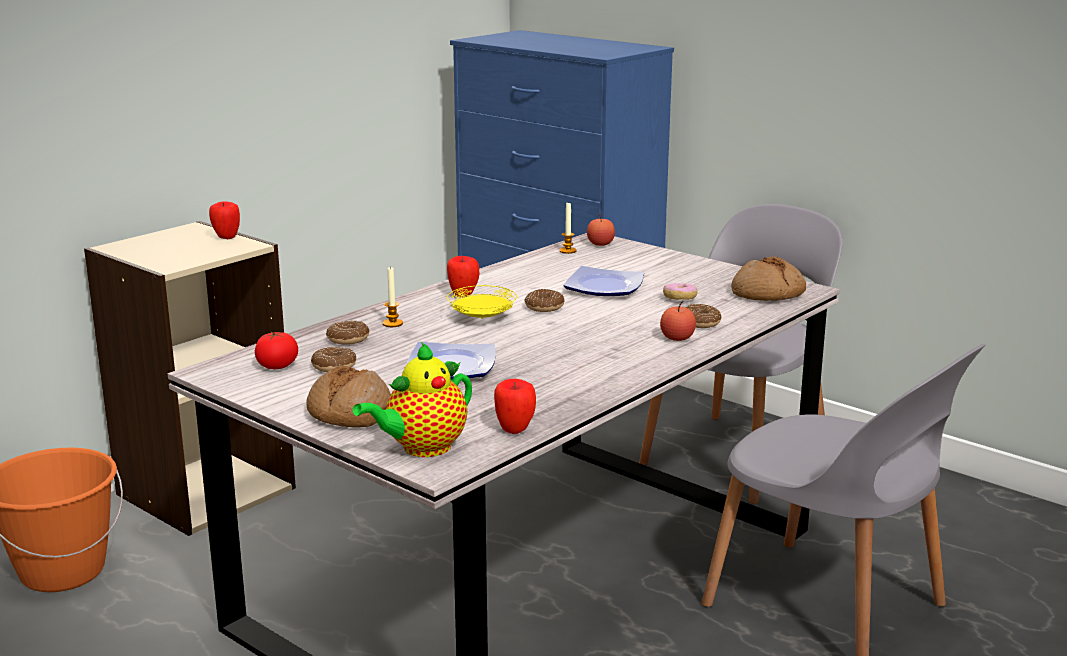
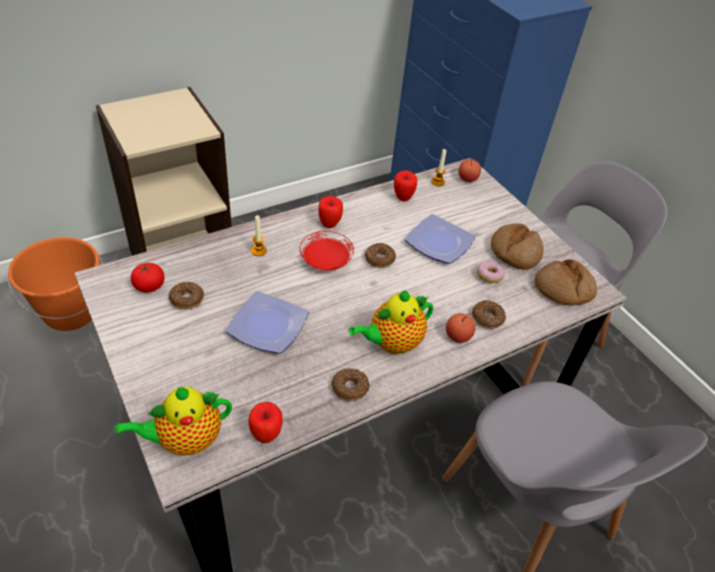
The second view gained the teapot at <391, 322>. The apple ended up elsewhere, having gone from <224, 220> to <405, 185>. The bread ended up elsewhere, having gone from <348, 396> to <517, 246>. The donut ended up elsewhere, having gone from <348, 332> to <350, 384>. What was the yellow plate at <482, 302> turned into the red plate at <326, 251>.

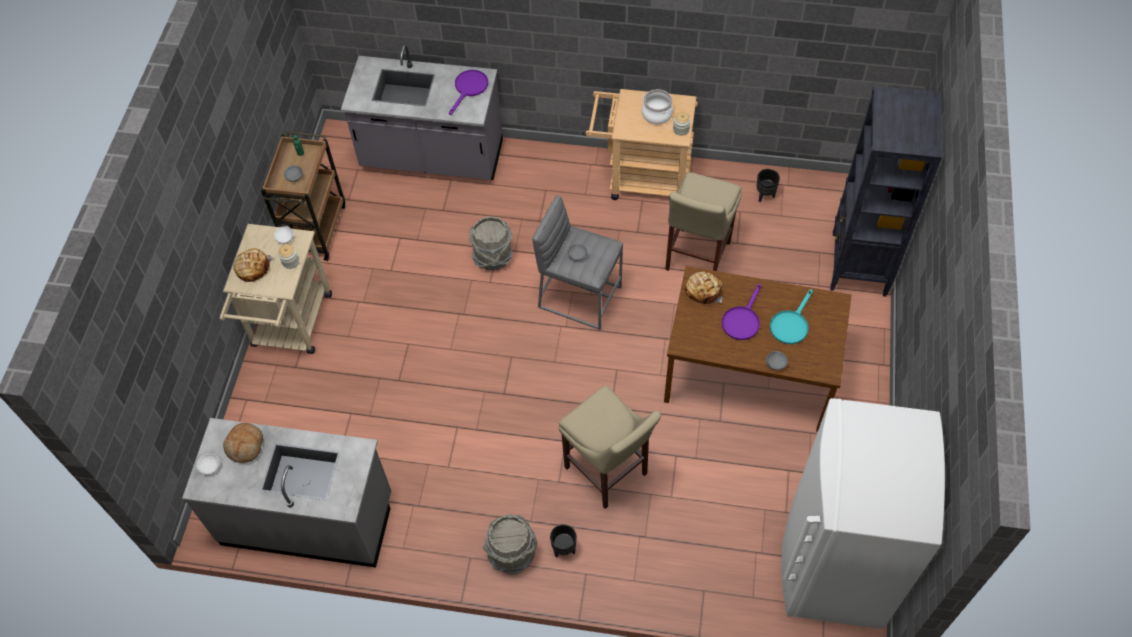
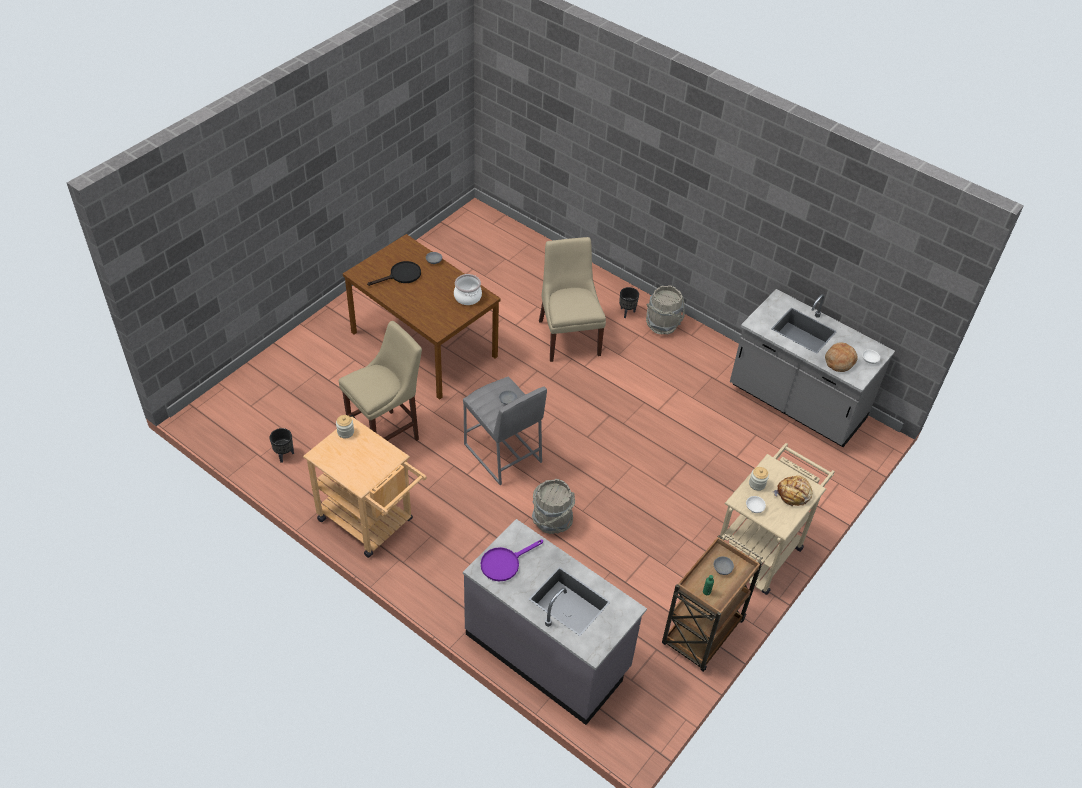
The second view lost the bread at <704, 288>. The second view lost the purple frying pan at <741, 312>. The second view lost the white fridge at <863, 513>. The second view lost the black bookcase at <886, 191>. The cooking pot ended up elsewhere, having gone from <657, 107> to <468, 289>. Where the beige stool stood at <610, 447>, the beige chair came to stand at <572, 299>. What was the turquoise frying pan at <791, 316> turned into the black frying pan at <394, 273>.

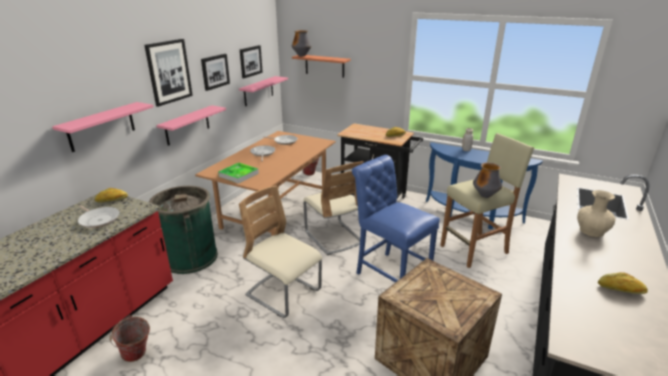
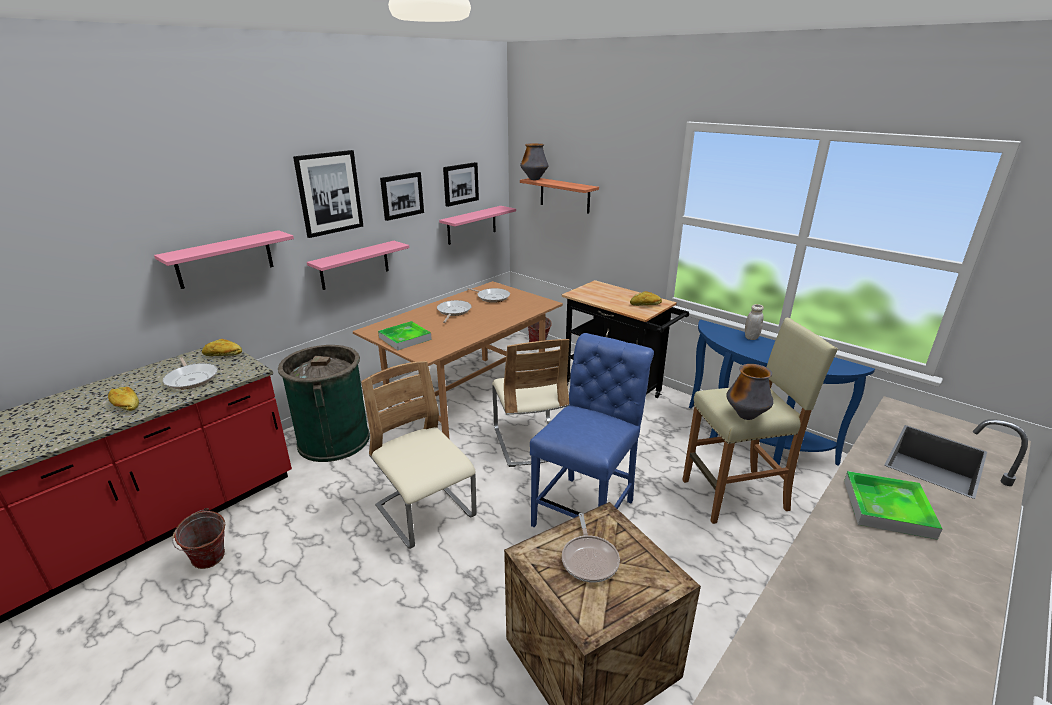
The second view gained the frying pan at <591, 548>. The bread ended up elsewhere, having gone from <623, 283> to <123, 399>. Where the beige vase stood at <596, 213>, the tray came to stand at <893, 505>. The blue chair at <396, 219> ended up facing another way, 60 degrees clockwise from before.

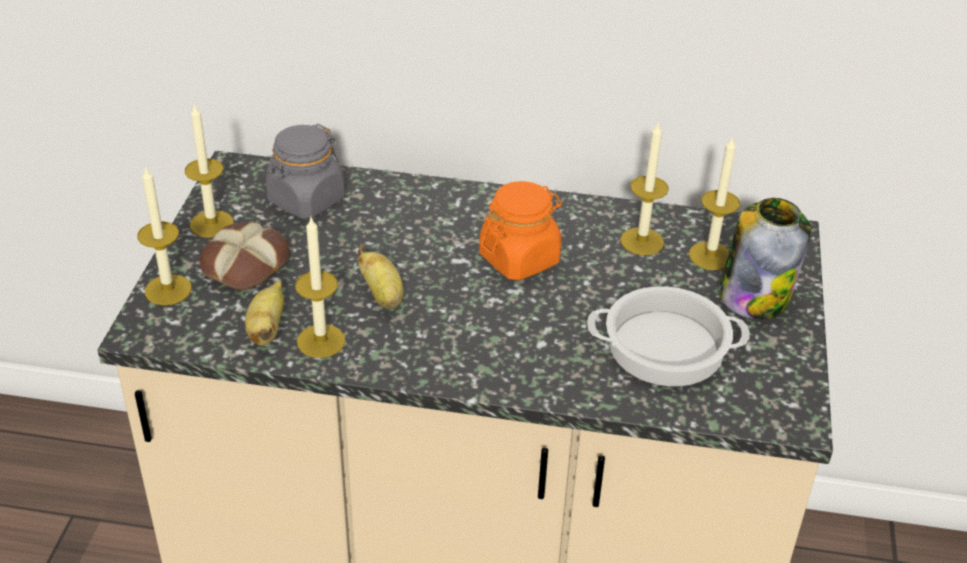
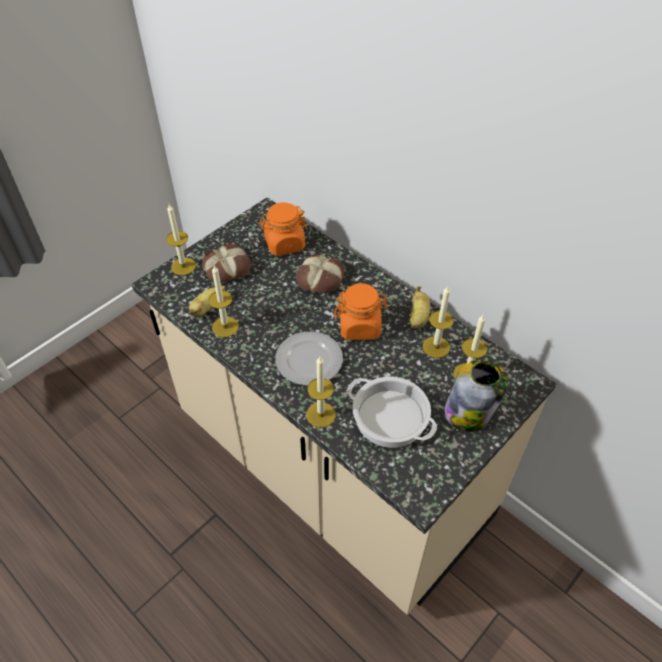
The second view gained the plate at <309, 359>. The second view gained the bread at <320, 274>. The candle ended up elsewhere, having gone from <209, 170> to <321, 392>. The banana ended up elsewhere, having gone from <381, 276> to <420, 307>. What was the grey jar at <305, 171> turned into the orange jar at <283, 229>.

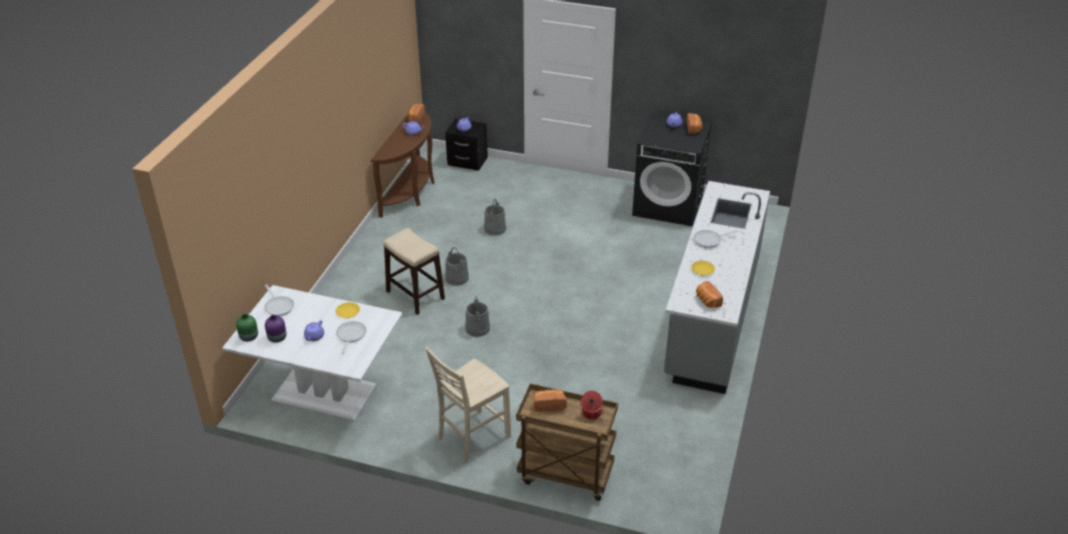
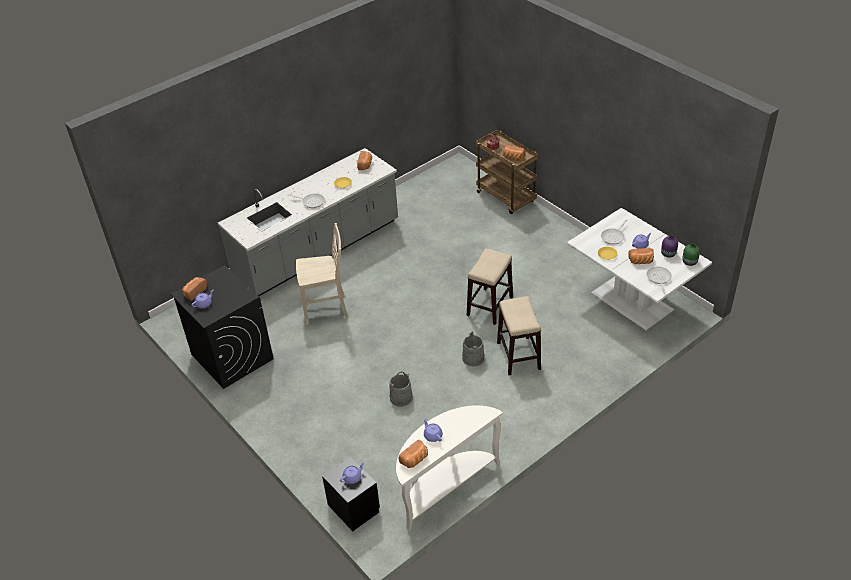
The second view gained the bread at <641, 256>. The beige chair ended up elsewhere, having gone from <468, 405> to <322, 274>. Where the grey bucket stood at <477, 316>, the stool came to stand at <490, 287>. What was the brown console table at <402, 164> turned into the white console table at <449, 468>.

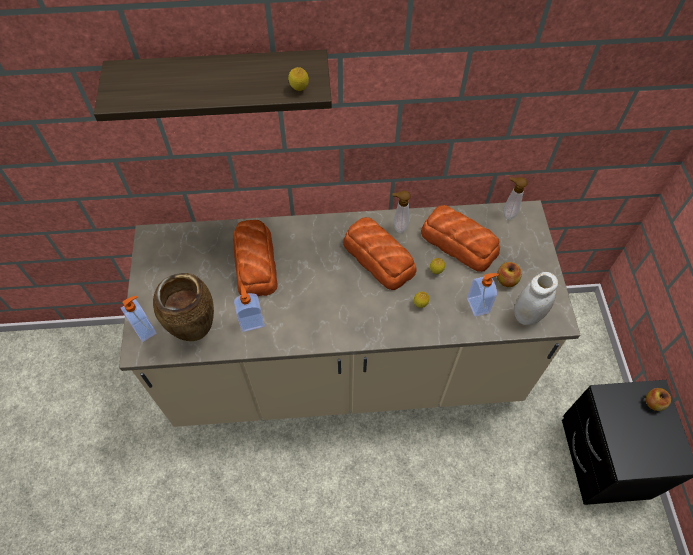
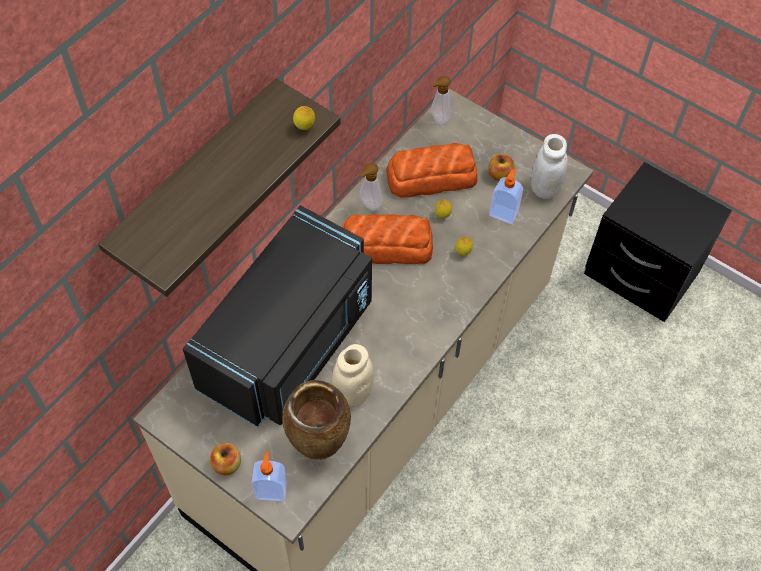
The apple ended up elsewhere, having gone from <658, 399> to <225, 459>. Where the bread stood at <255, 258>, the black microwave came to stand at <277, 316>. Where the soap dispenser stood at <249, 309>, the beige jar came to stand at <353, 375>.

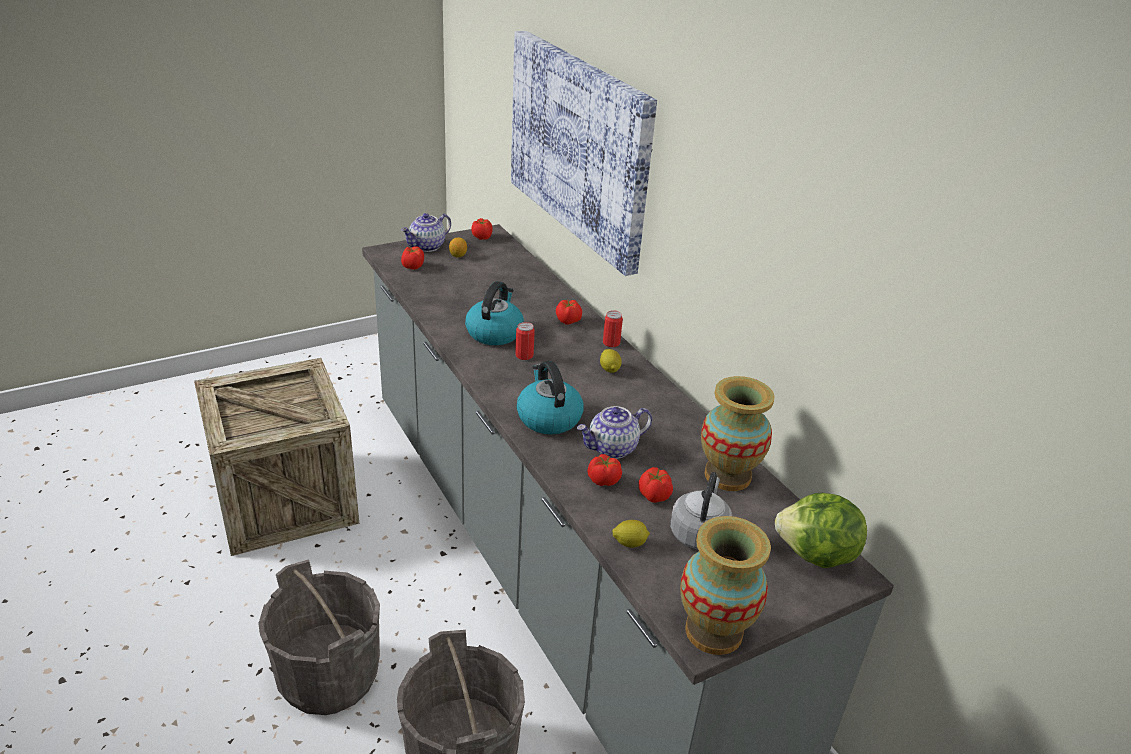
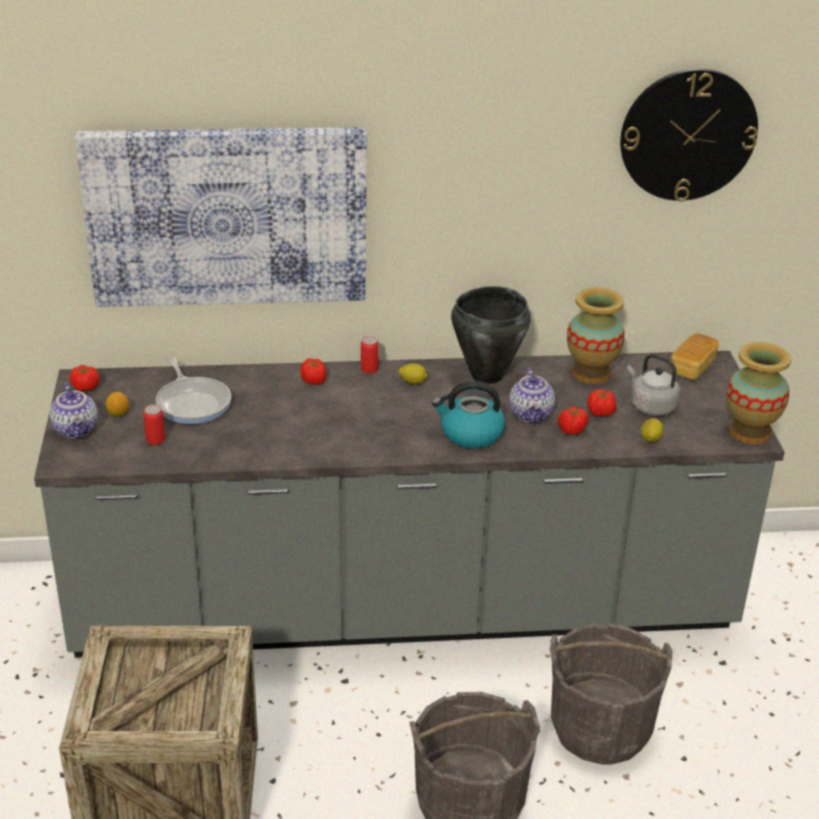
The second view lost the tomato at <412, 258>. The second view lost the kettle at <494, 313>. The second view gained the frying pan at <193, 391>. The second view gained the black cooking pot at <491, 335>. The second view gained the wall clock at <689, 135>. The can ended up elsewhere, having gone from <525, 341> to <154, 424>. Where the lettuce stood at <821, 530>, the bread came to stand at <695, 356>.

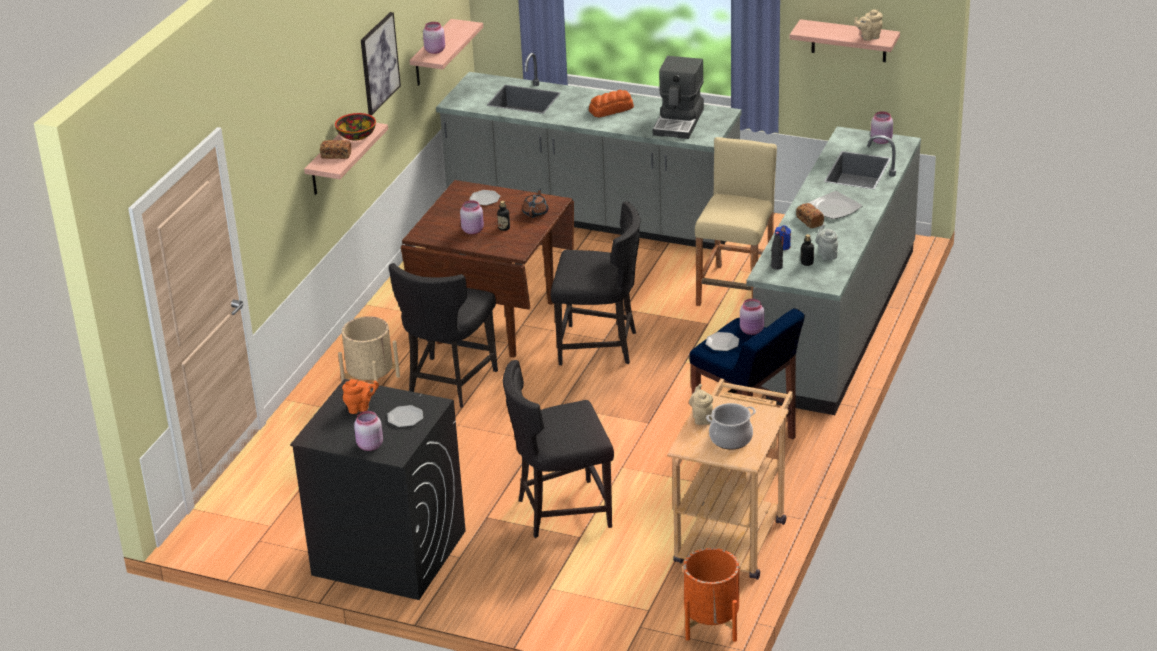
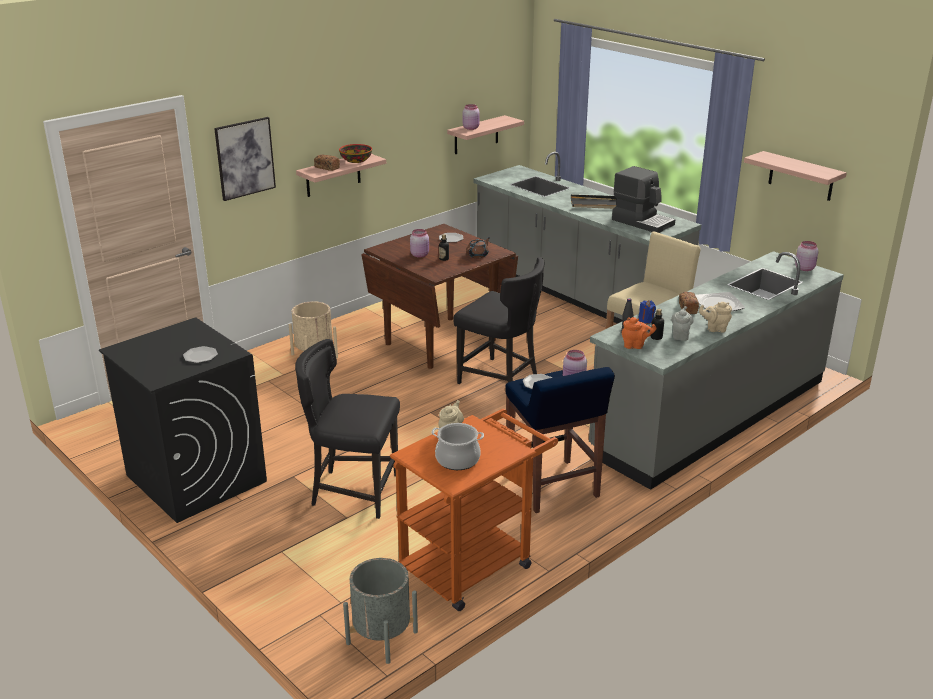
The second view lost the pink jar at <368, 431>. The second view lost the black chair at <443, 335>. The orange teapot ended up elsewhere, having gone from <360, 396> to <639, 333>. The picture ended up elsewhere, having gone from <381, 63> to <245, 159>. The beige teapot ended up elsewhere, having gone from <868, 25> to <715, 317>. Where the bread stood at <611, 103>, the black tray came to stand at <594, 202>. What was the beige cart at <730, 479> turned into the orange cart at <474, 510>. What was the orange planter at <711, 595> turned into the grey planter at <380, 611>. The coffee machine at <678, 97> ended up facing another way, 90 degrees counterclockwise from before.

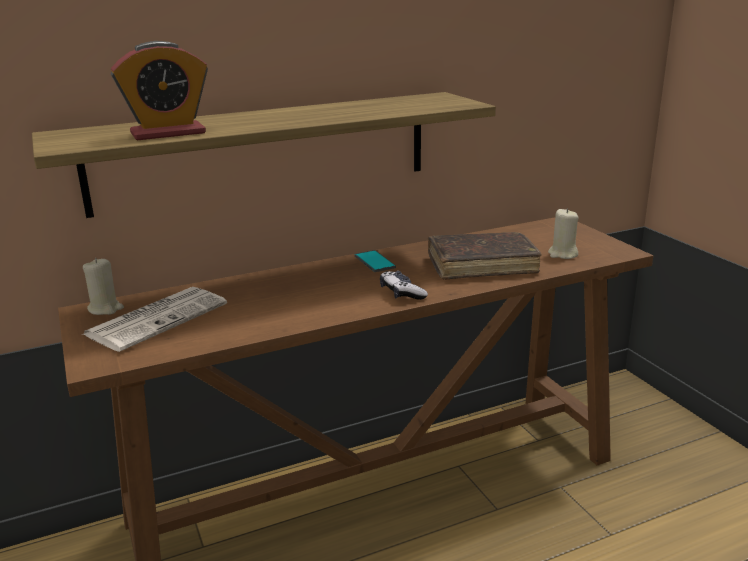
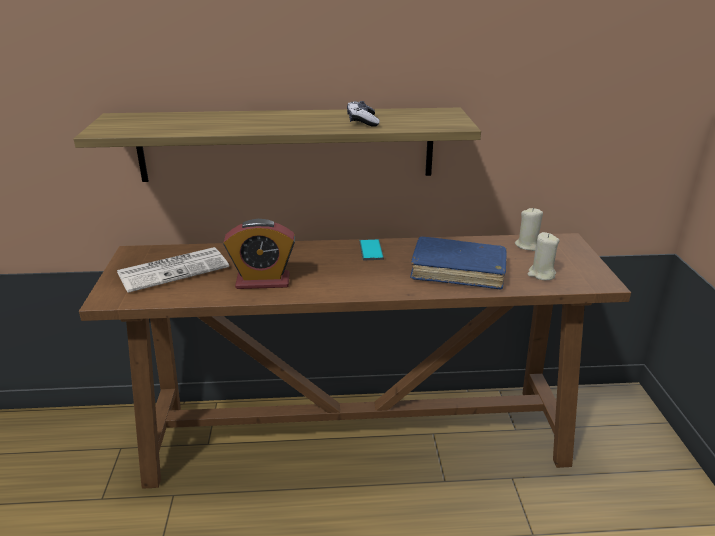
The beige candle ended up elsewhere, having gone from <103, 286> to <529, 229>. The alarm clock ended up elsewhere, having gone from <159, 90> to <259, 254>. The game controller ended up elsewhere, having gone from <404, 285> to <363, 114>. What was the brown book at <485, 256> turned into the blue book at <458, 263>.

